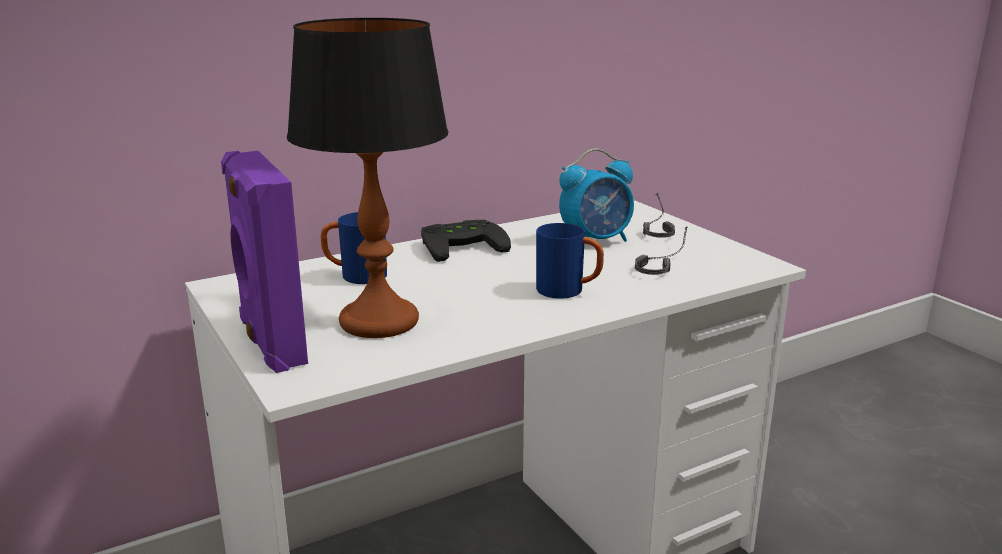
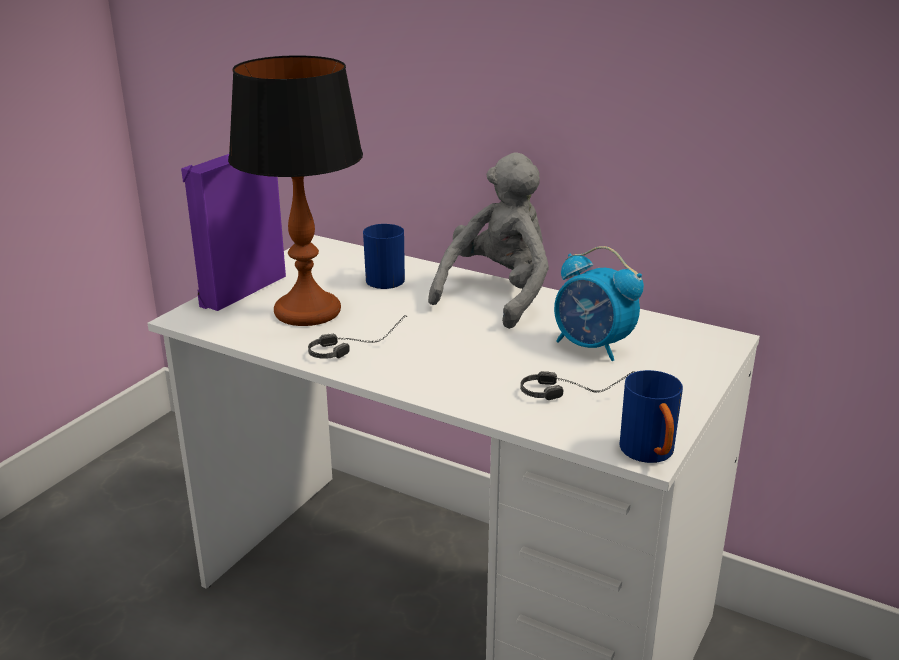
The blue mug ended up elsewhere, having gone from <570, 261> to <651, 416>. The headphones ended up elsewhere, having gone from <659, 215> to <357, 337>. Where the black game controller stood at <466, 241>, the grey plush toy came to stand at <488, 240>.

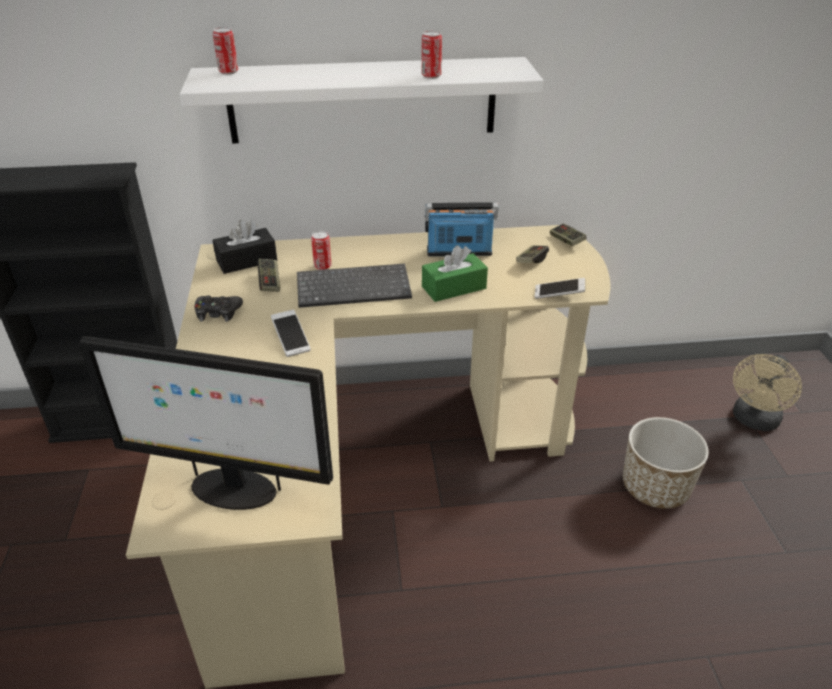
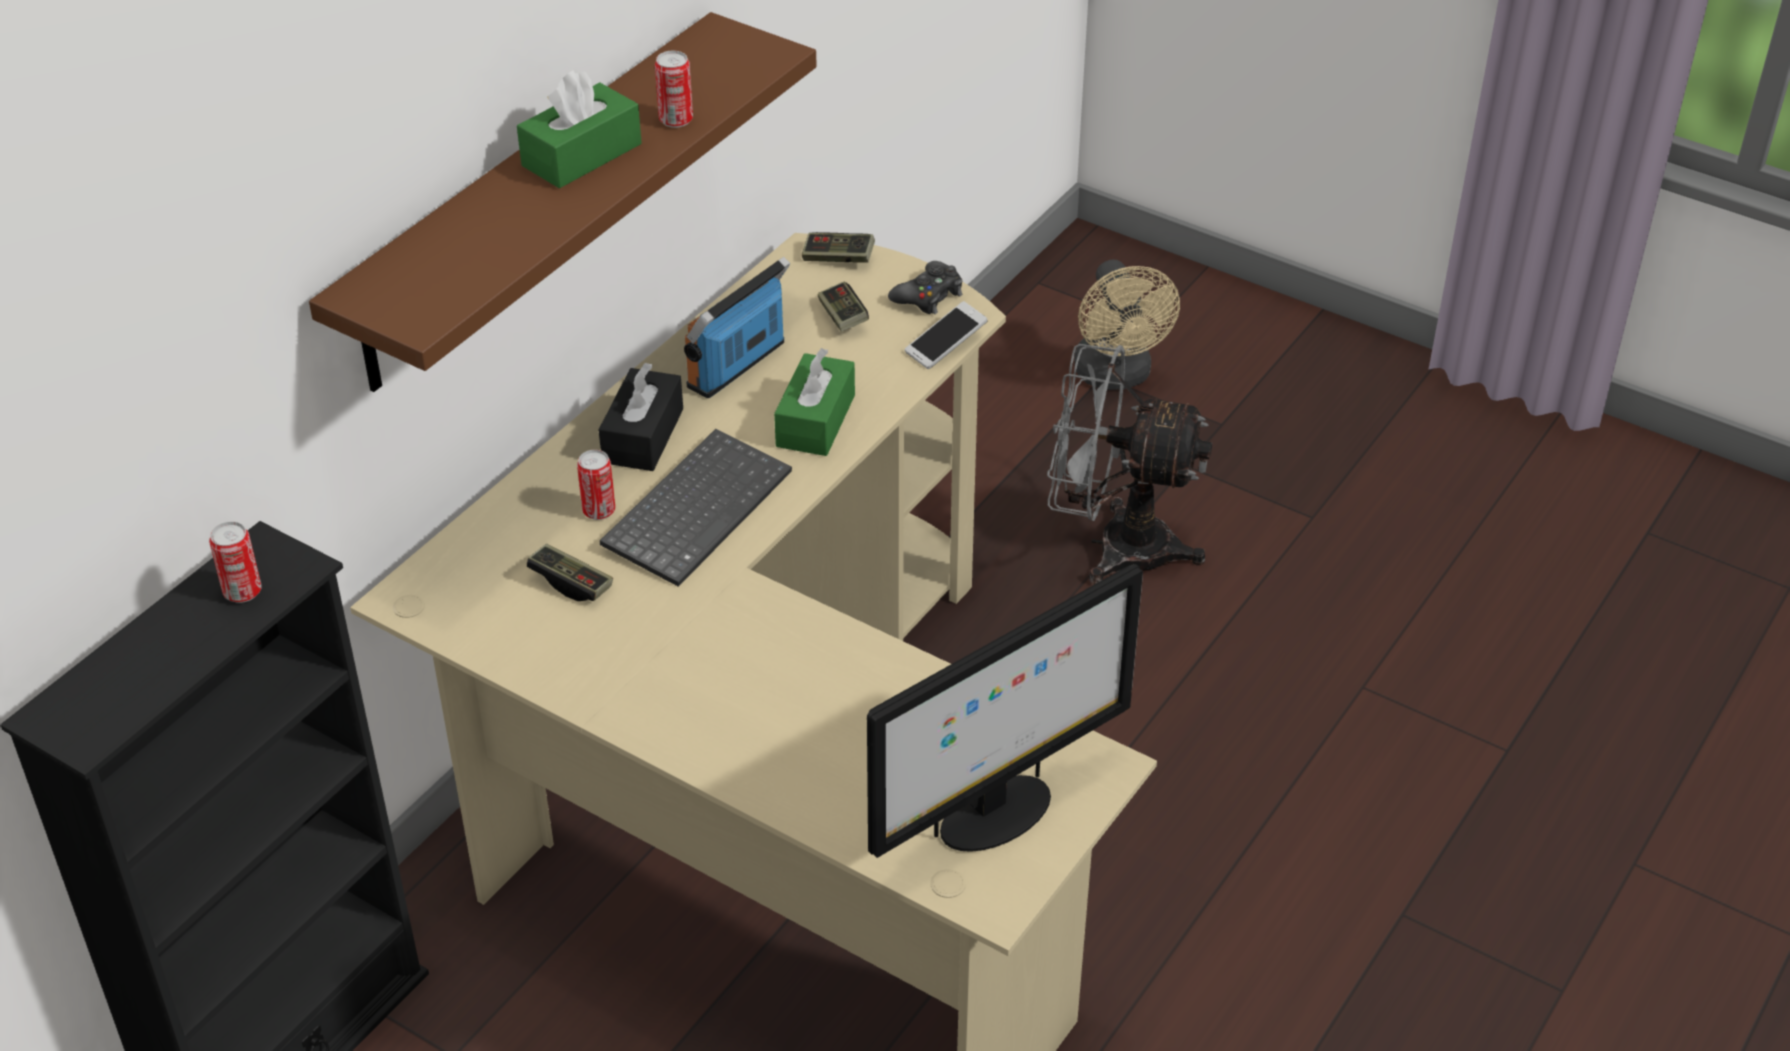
The second view lost the phone at <291, 333>. The second view gained the green tissue box at <579, 129>. The black game controller ended up elsewhere, having gone from <219, 308> to <925, 287>. The can ended up elsewhere, having gone from <225, 51> to <235, 562>. The black tissue box ended up elsewhere, having gone from <245, 246> to <641, 417>. Where the planter stood at <666, 463>, the grey fan came to stand at <1129, 464>. What was the white shelf at <362, 100> turned into the brown shelf at <563, 202>.

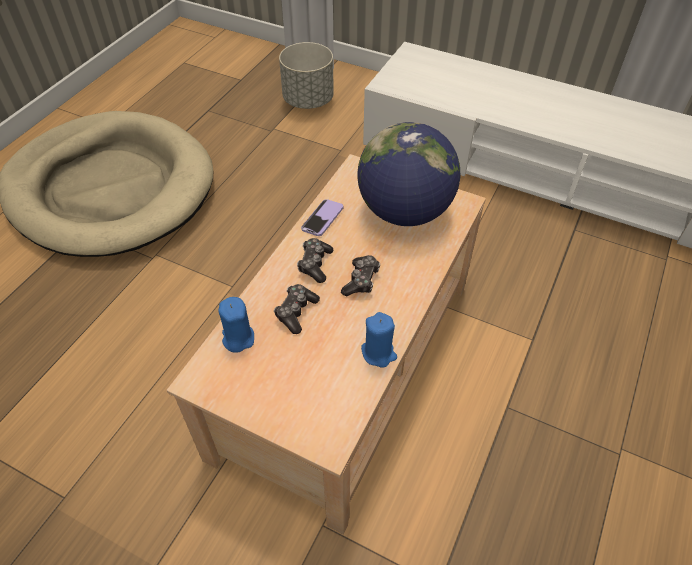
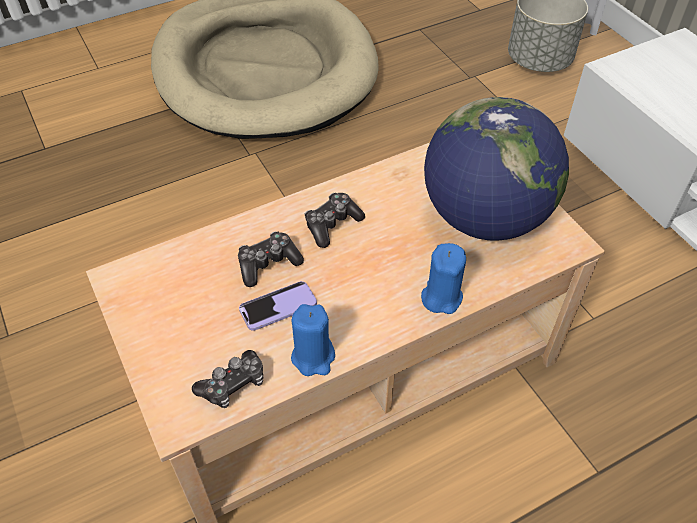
The blue candle ended up elsewhere, having gone from <236, 325> to <443, 278>. The phone ended up elsewhere, having gone from <322, 217> to <278, 306>. The game controller ended up elsewhere, having gone from <360, 275> to <228, 379>.

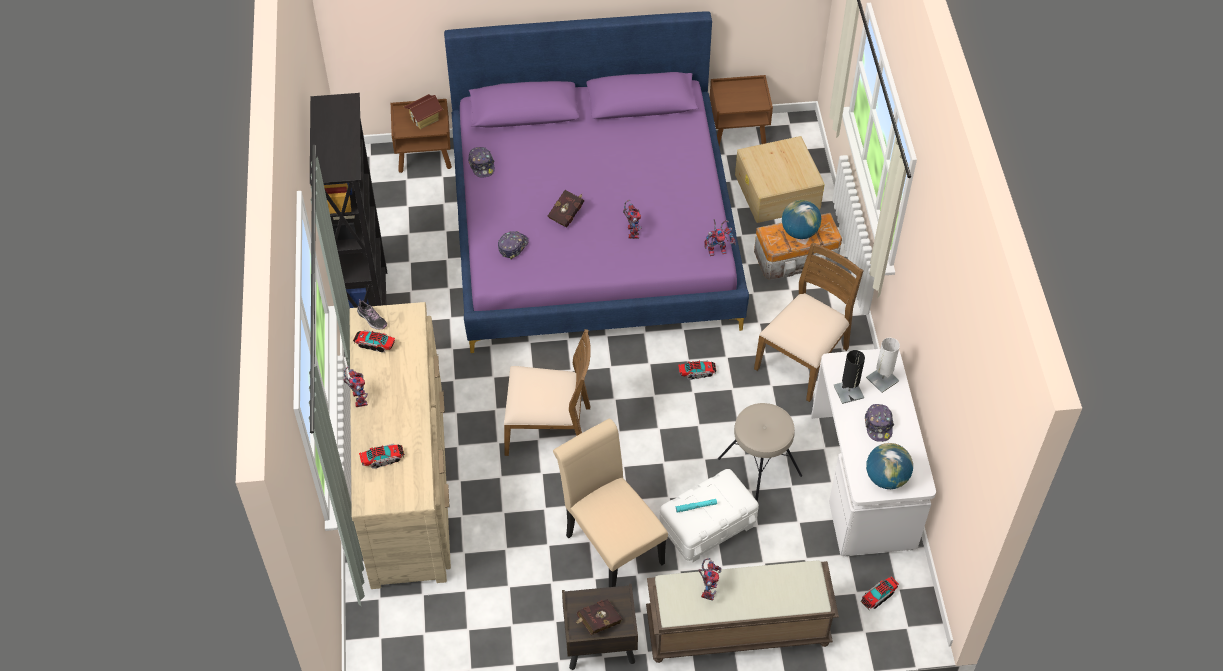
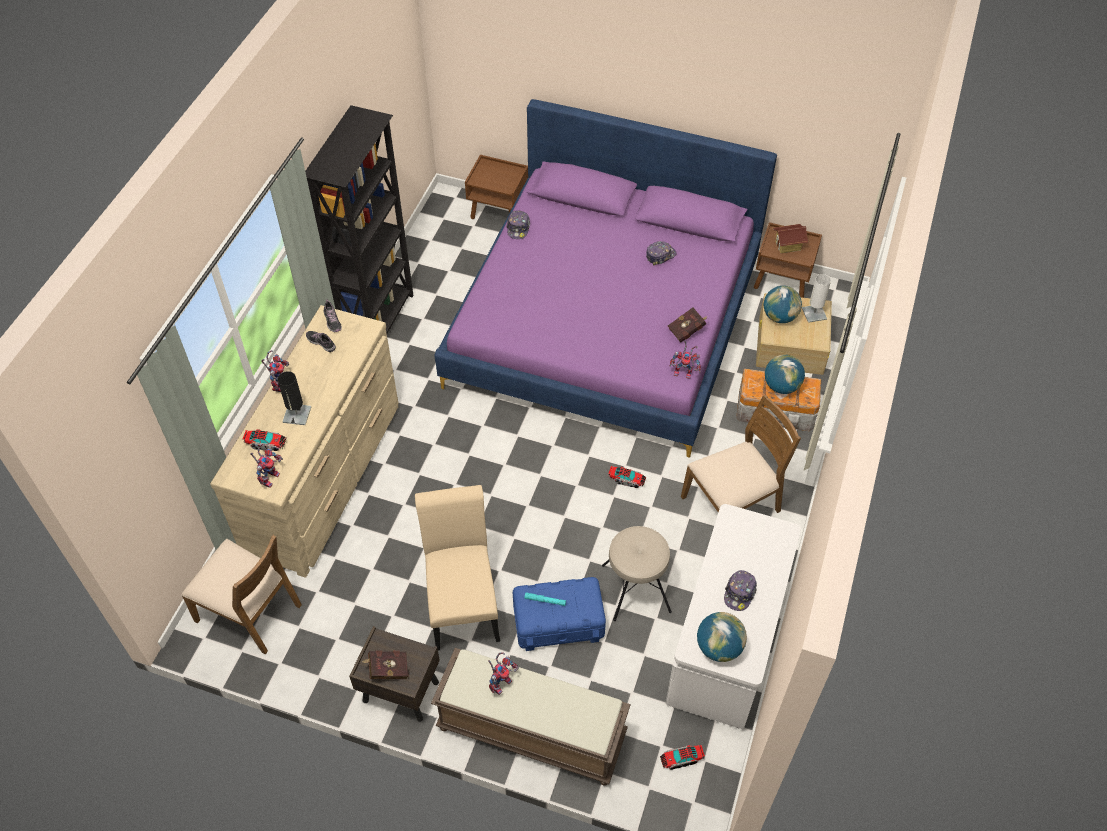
The second view gained the globe at <782, 304>. The toy house ended up elsewhere, having gone from <423, 111> to <790, 238>. The cap ended up elsewhere, having gone from <513, 245> to <661, 253>. The brown chair ended up elsewhere, having gone from <547, 392> to <242, 594>. The red book ended up elsewhere, having gone from <566, 209> to <688, 325>. The toy robot ended up elsewhere, having gone from <632, 219> to <266, 466>. The black table lamp ended up elsewhere, having gone from <849, 377> to <294, 398>. The white table lamp ended up elsewhere, having gone from <883, 365> to <816, 298>. Where the toy truck stood at <374, 341>, the shoe came to stand at <321, 341>. What was the white storage box at <709, 515> turned into the blue storage box at <559, 614>.

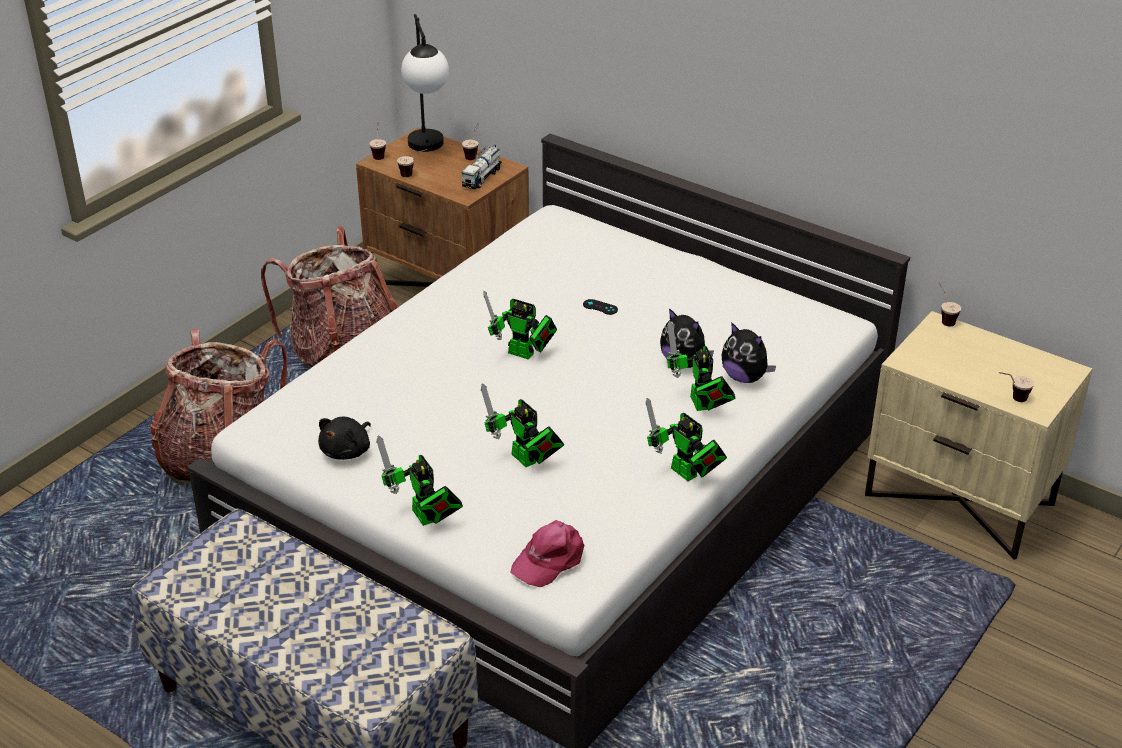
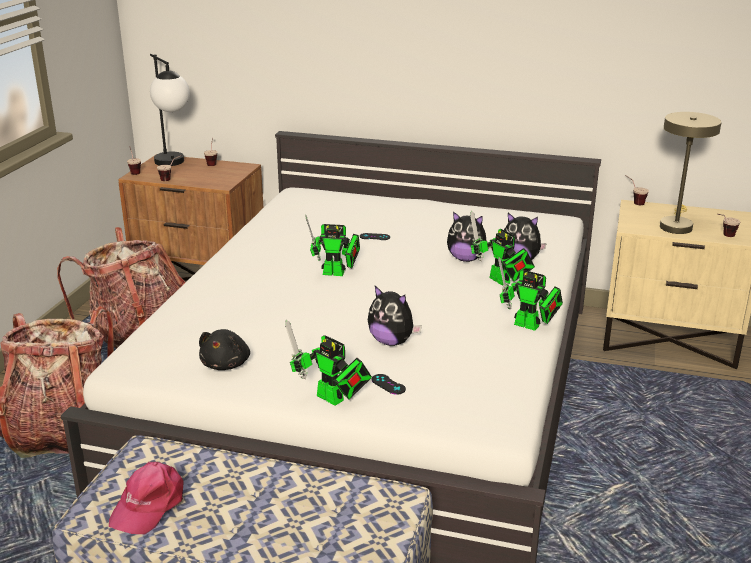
The second view lost the toy truck at <482, 167>. The second view gained the black game controller at <388, 384>. The second view gained the beige table lamp at <690, 173>. The pink cap ended up elsewhere, having gone from <547, 553> to <146, 498>. Where the toy robot stood at <522, 425>, the plush toy came to stand at <395, 316>.

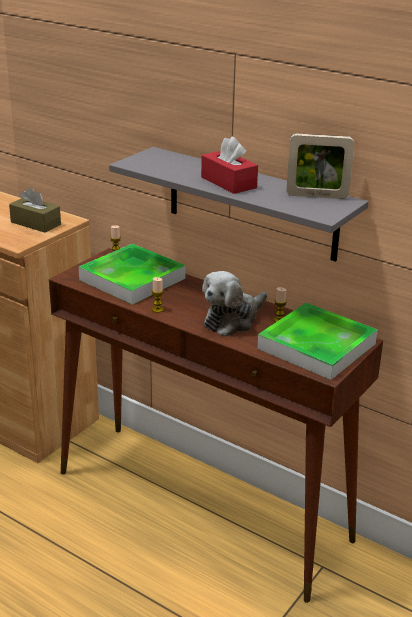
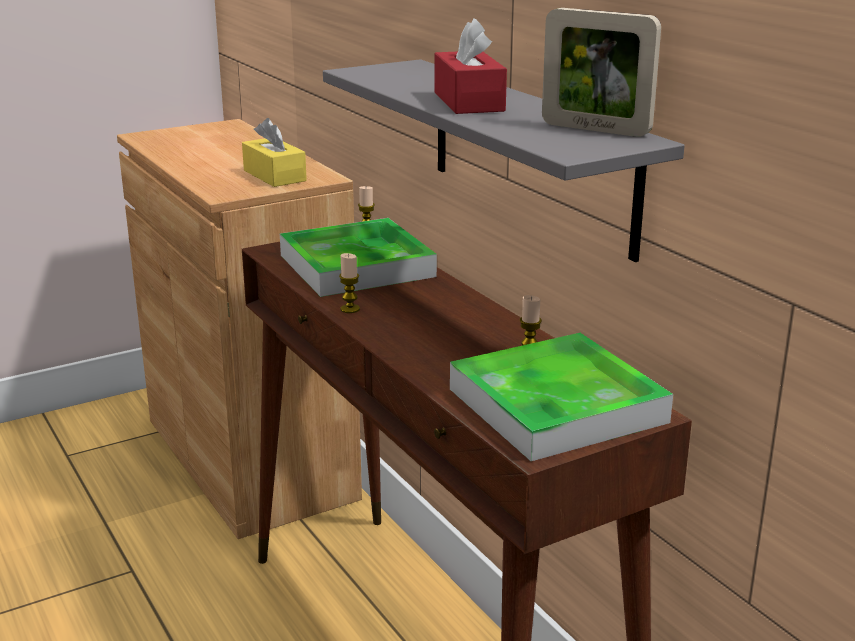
The second view lost the plush toy at <234, 303>. What was the brown tissue box at <35, 210> turned into the yellow tissue box at <274, 152>.

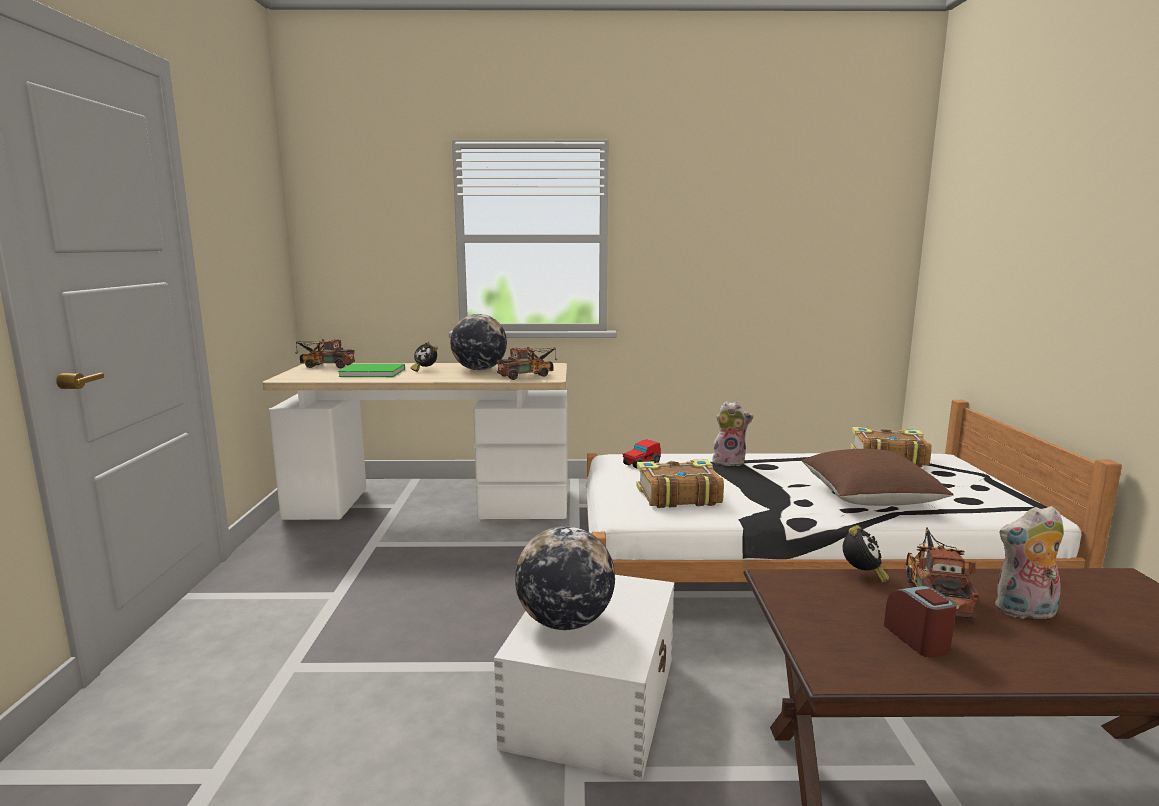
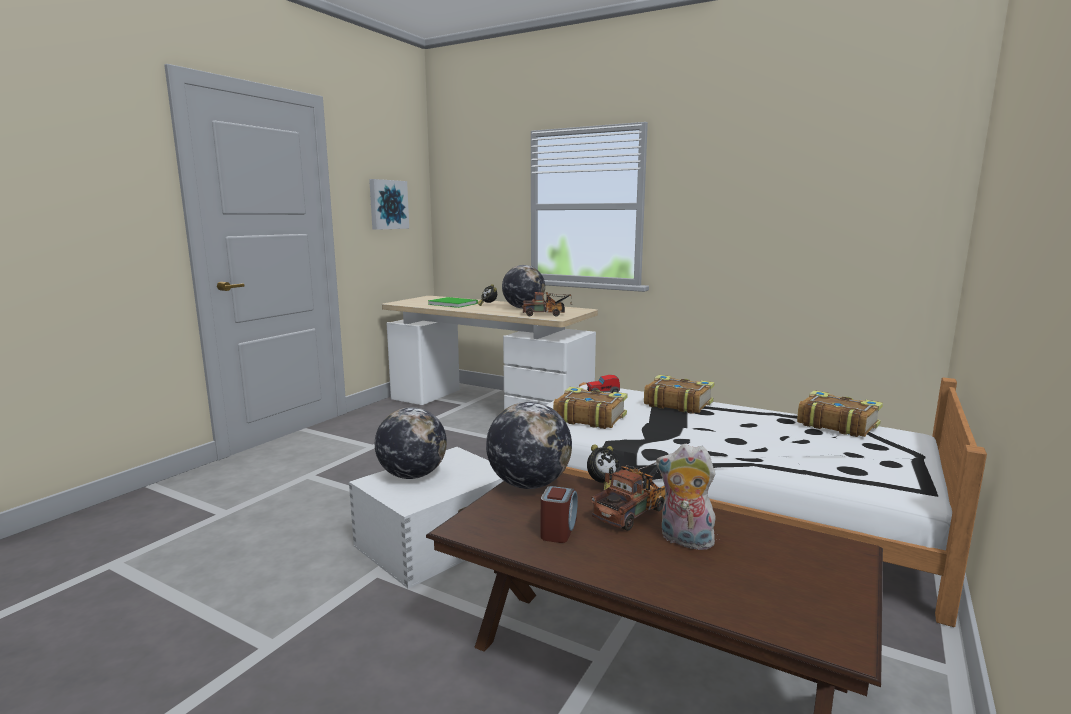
The second view lost the toy truck at <325, 353>. The second view lost the brown pillow at <878, 477>. The second view gained the picture at <389, 204>. The second view gained the globe at <529, 445>. Where the plush toy stood at <732, 433>, the book came to stand at <679, 394>.

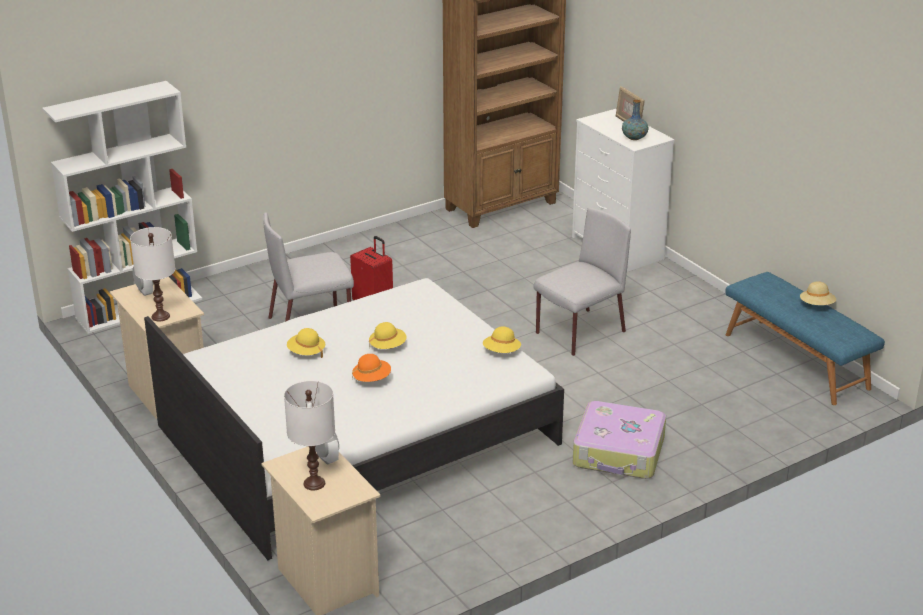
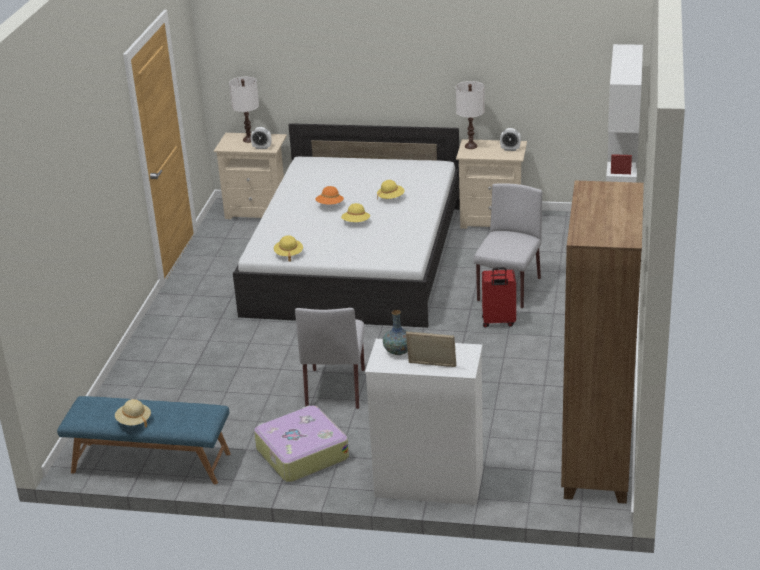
The suitcase ended up elsewhere, having gone from <619, 440> to <301, 444>.

